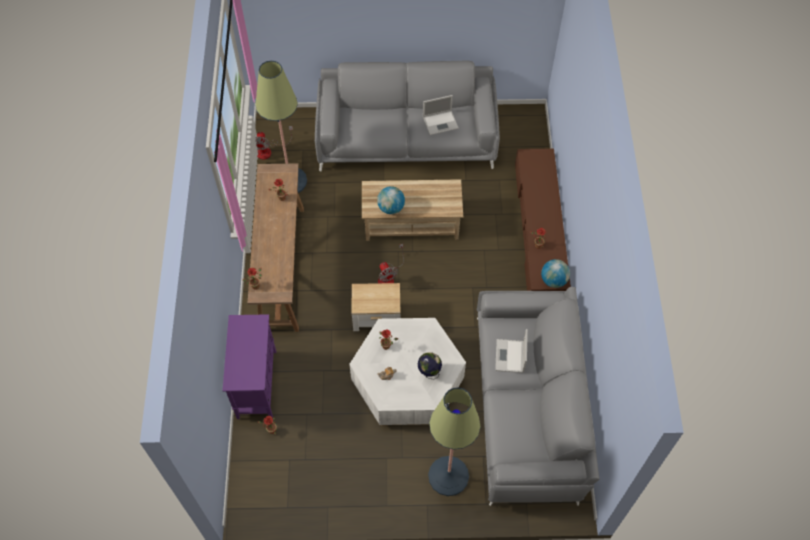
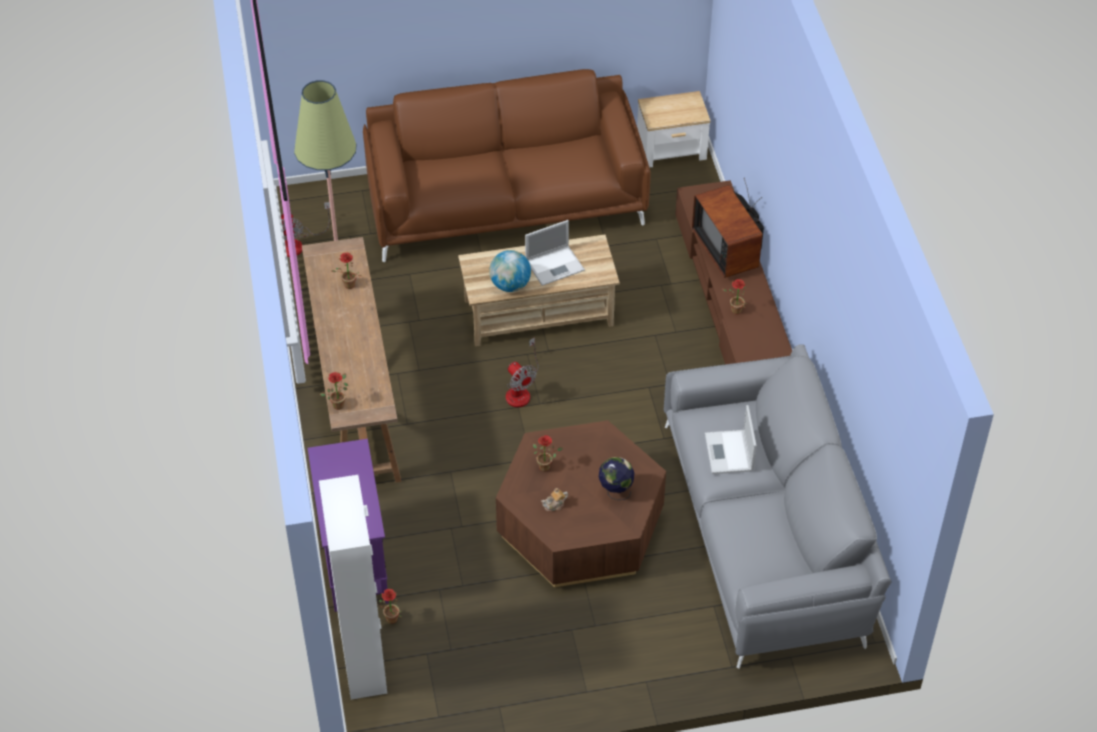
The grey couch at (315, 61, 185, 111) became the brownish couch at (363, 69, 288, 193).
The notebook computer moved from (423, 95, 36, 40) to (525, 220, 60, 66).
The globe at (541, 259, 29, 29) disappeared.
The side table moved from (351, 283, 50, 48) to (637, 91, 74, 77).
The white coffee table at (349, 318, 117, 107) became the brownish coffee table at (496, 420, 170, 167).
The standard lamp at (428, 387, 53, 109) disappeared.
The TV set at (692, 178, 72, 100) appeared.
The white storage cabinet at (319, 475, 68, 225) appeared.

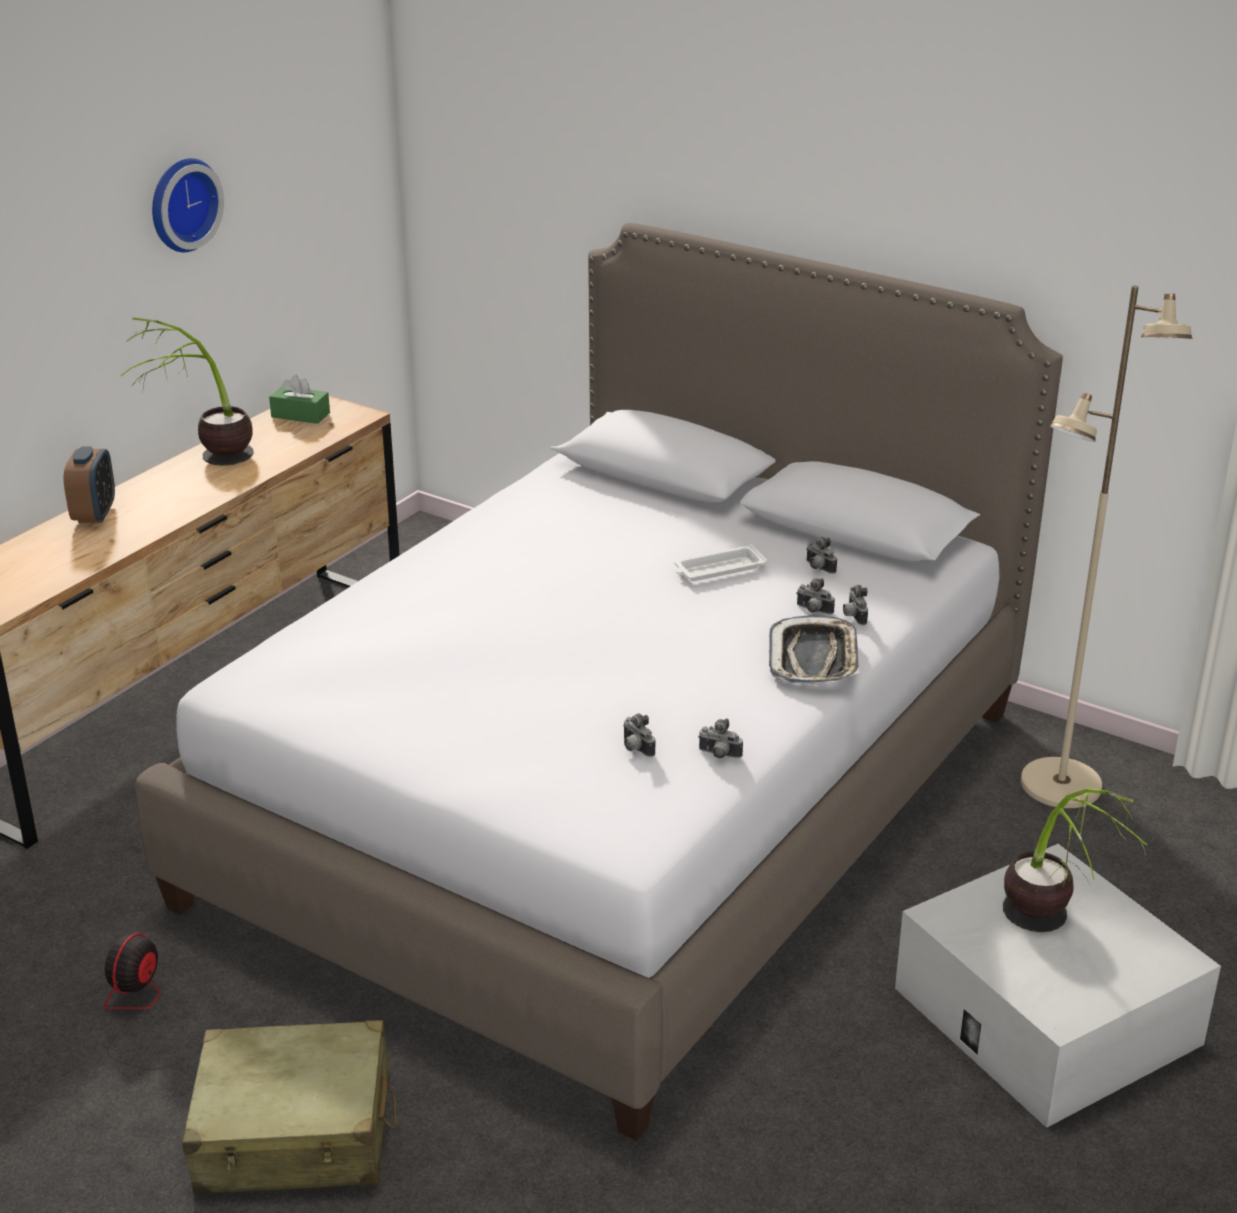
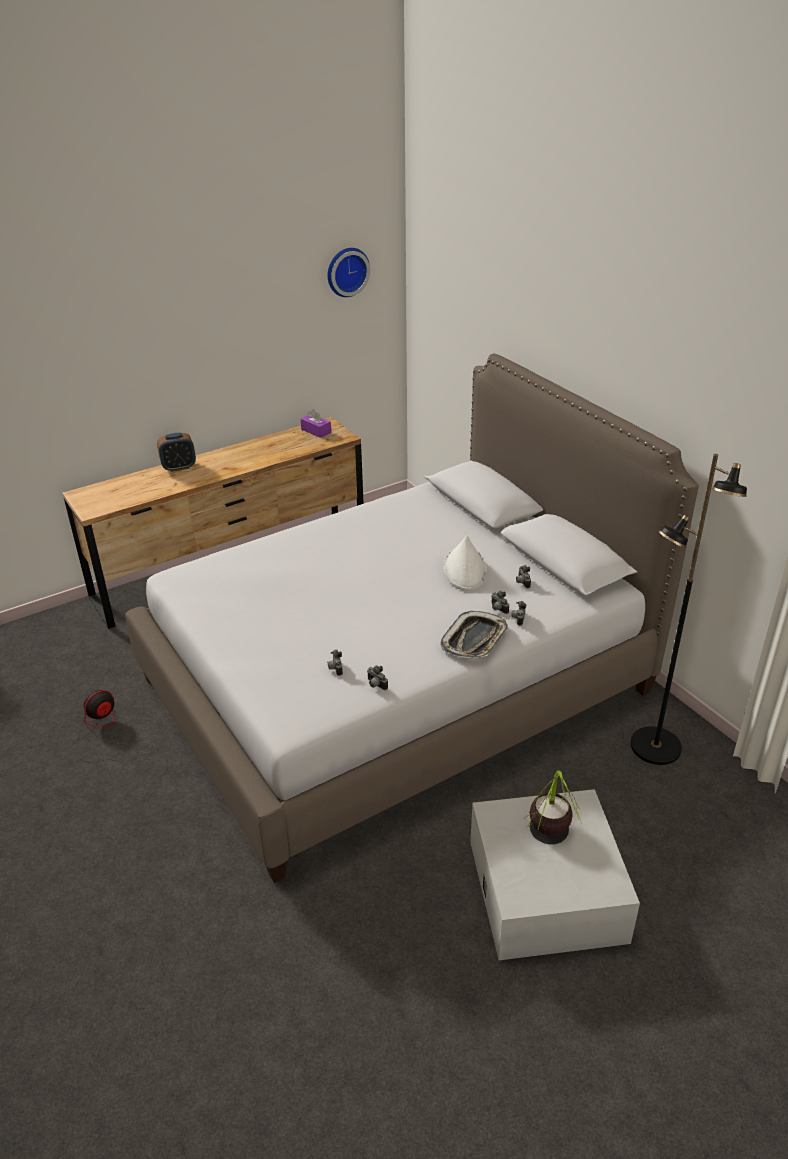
The clock on the wall moved from (152, 158, 72, 94) to (327, 248, 43, 49).
The sand-coloured standard lamp at (1021, 286, 172, 522) became the black standard lamp at (630, 454, 117, 311).
The potted plant at (120, 317, 134, 149) disappeared.
The green-coloured tissue box at (269, 375, 61, 49) became the purple-coloured tissue box at (301, 409, 30, 29).
The bedside clock at (63, 446, 52, 77) turned 45 degrees clockwise.
The white tray at (674, 544, 93, 37) was replaced by the white hat at (443, 536, 44, 55).
The sand-coloured suitcase at (182, 1020, 215, 174) disappeared.

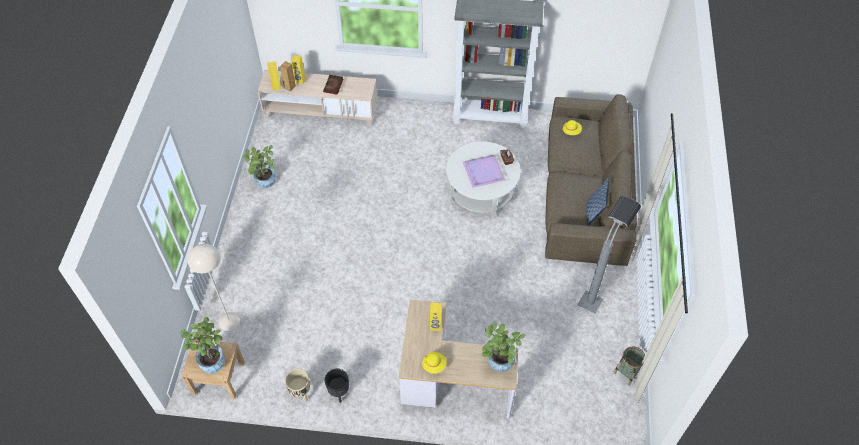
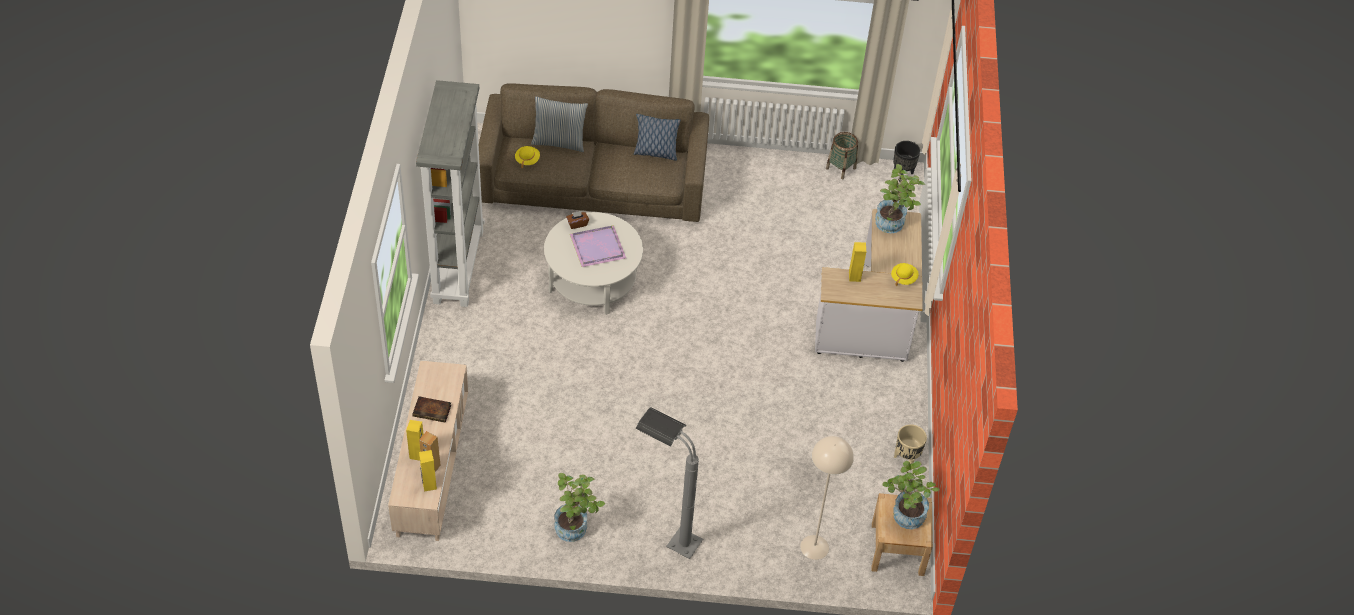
The grey standard lamp moved from (577, 196, 64, 118) to (636, 407, 67, 152).
The black flower pot moved from (325, 369, 24, 34) to (893, 141, 27, 41).
The cushion at (531, 96, 57, 56) appeared.

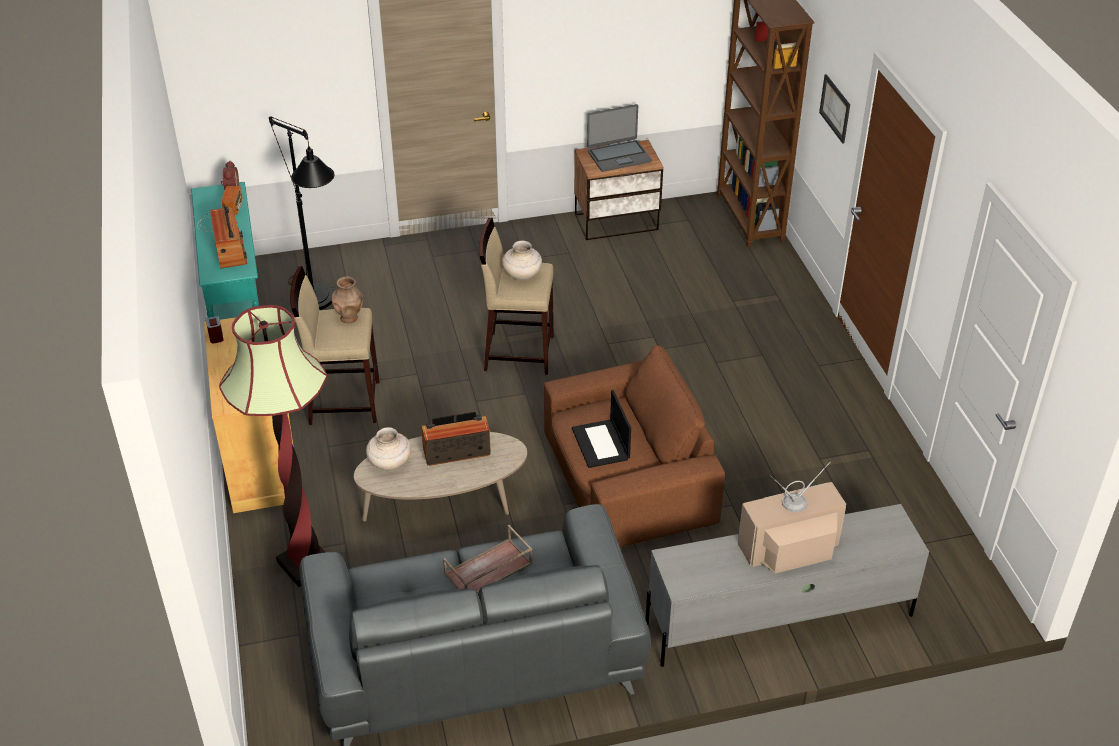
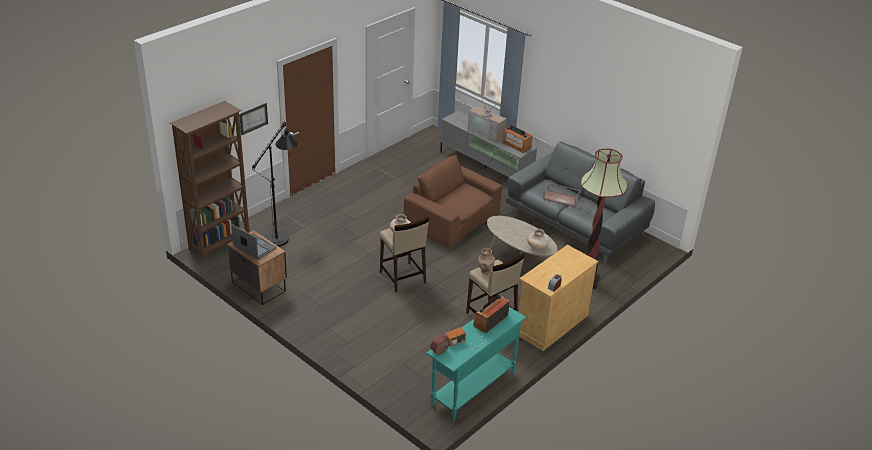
The black standard lamp moved from (269, 116, 65, 194) to (252, 122, 46, 125).
The notebook computer at (572, 390, 59, 78) disappeared.
The radio receiver moved from (421, 412, 70, 54) to (502, 125, 31, 28).

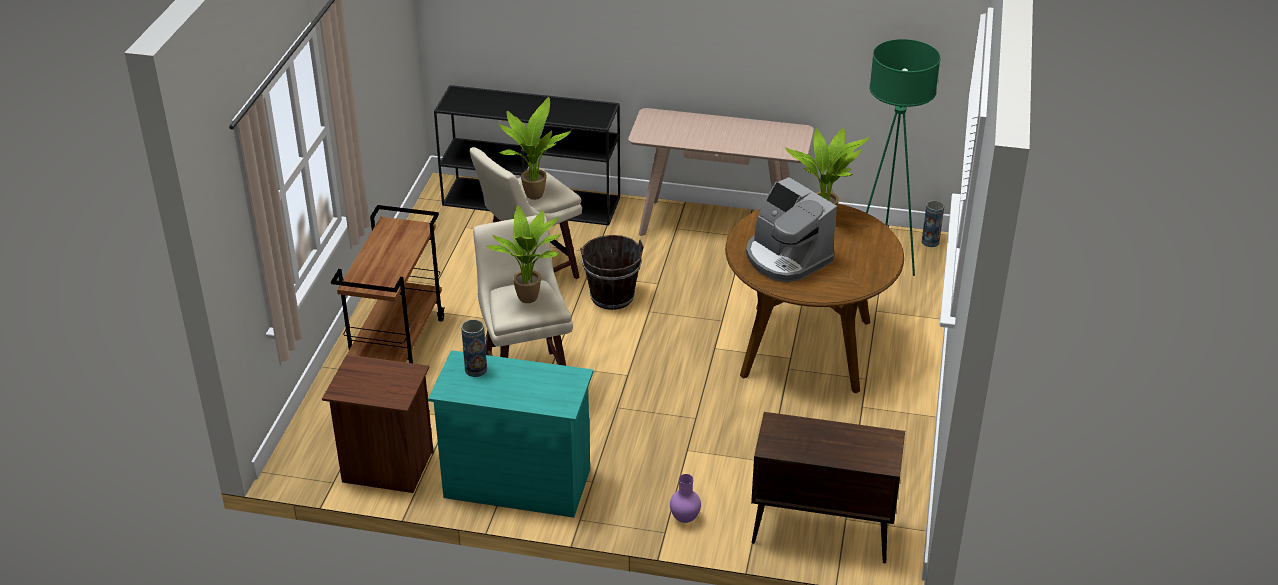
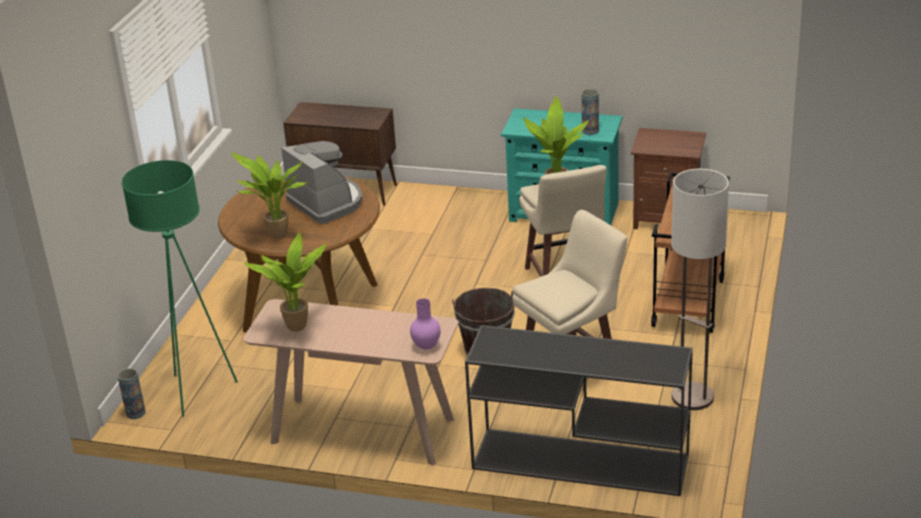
The potted plant moved from (498, 97, 74, 103) to (244, 232, 82, 100).
The purple-coloured vase moved from (670, 474, 31, 49) to (410, 298, 31, 52).
The standard lamp at (671, 169, 58, 241) appeared.

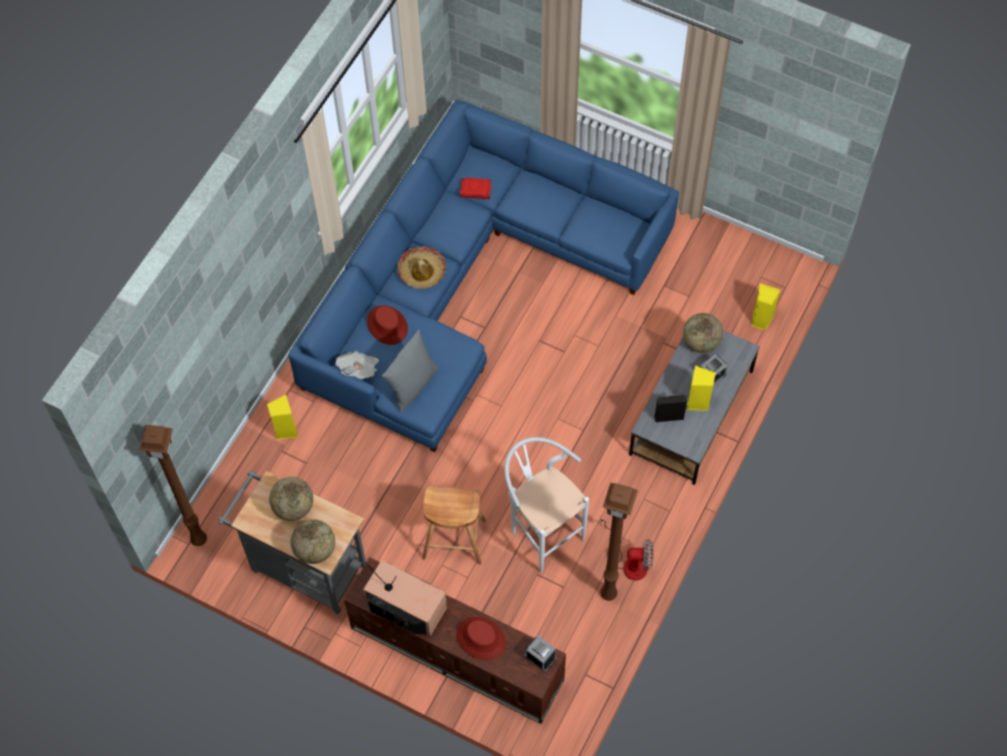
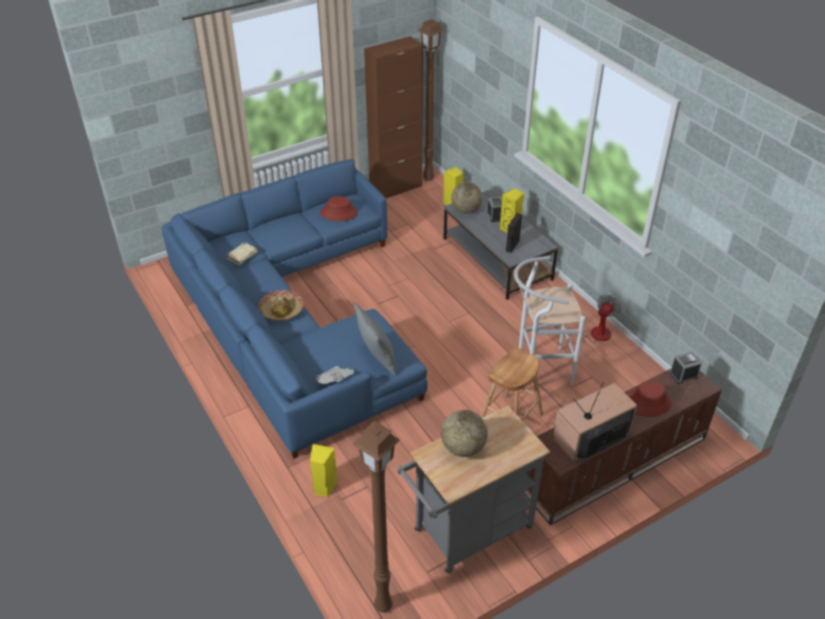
The red-coloured volume at (460, 177, 31, 22) became the sand-coloured volume at (226, 242, 32, 23).
The red-coloured hat moved from (367, 305, 41, 40) to (320, 196, 38, 25).
The brownish standard lamp moved from (600, 482, 38, 119) to (418, 19, 25, 162).
The globe at (291, 519, 44, 45) disappeared.
The brownish storage cabinet at (364, 36, 59, 162) appeared.

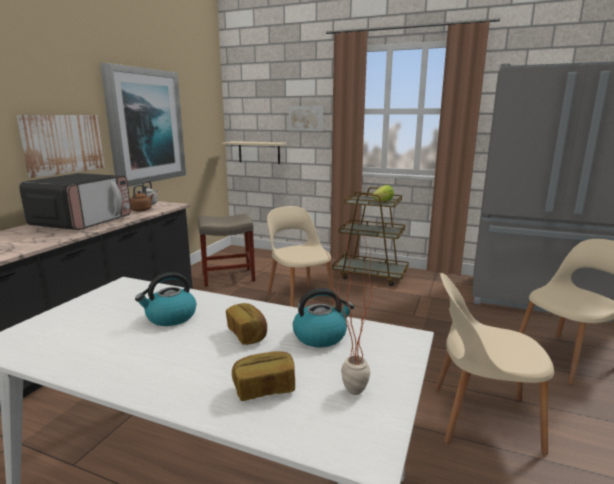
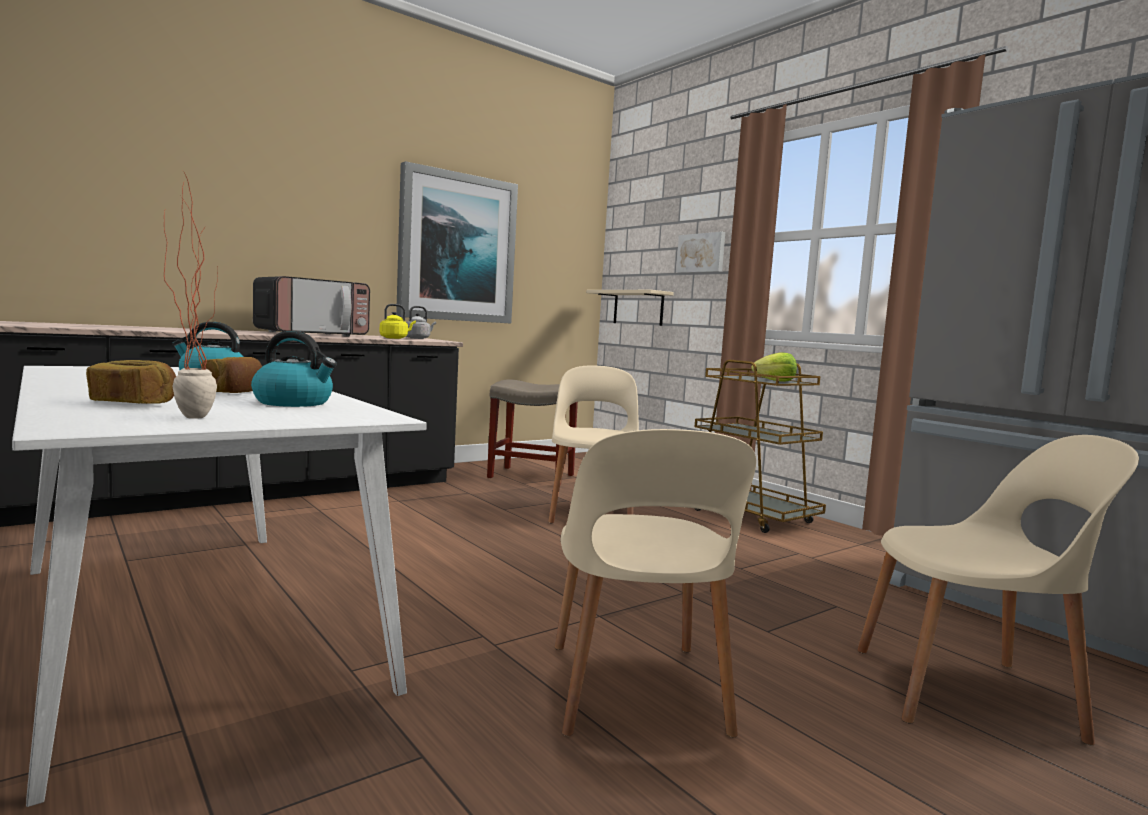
The picture at (17, 115, 88, 63) disappeared.
The brownish tea kettle at (130, 185, 24, 27) became the yellowish tea kettle at (379, 304, 37, 35).
The sand-coloured upright chair at (435, 273, 119, 182) turned 135 degrees counterclockwise.

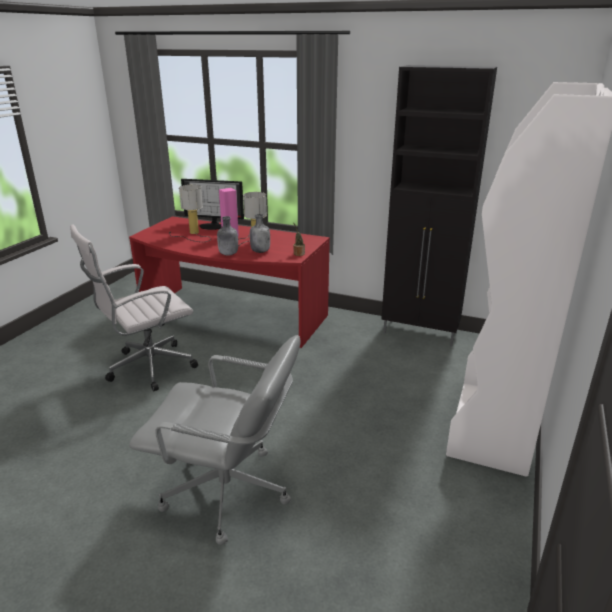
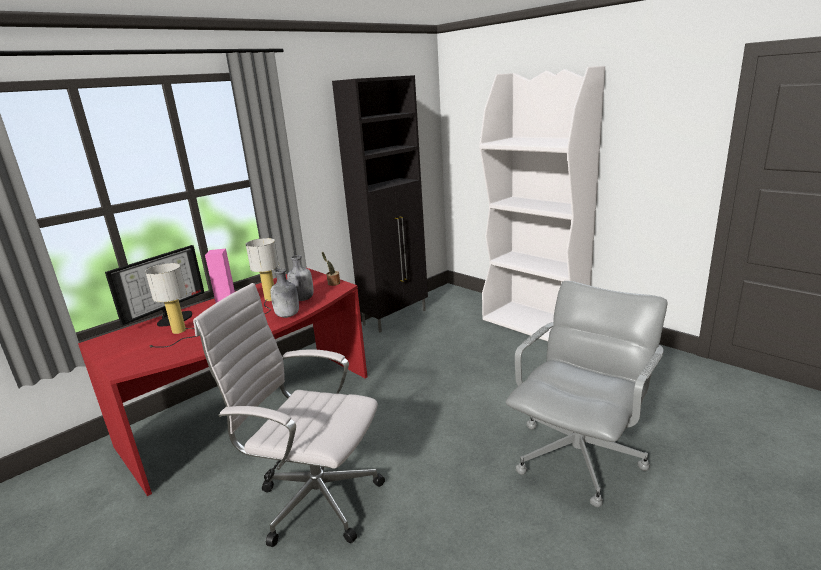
The white desk chair at (70, 224, 128, 167) turned 120 degrees clockwise.

